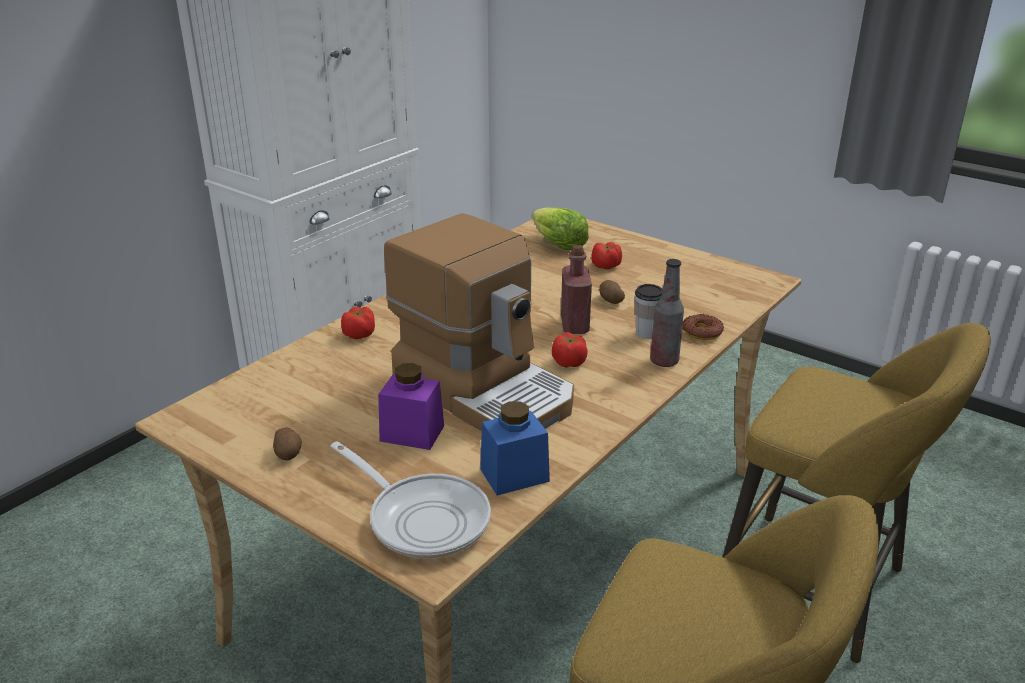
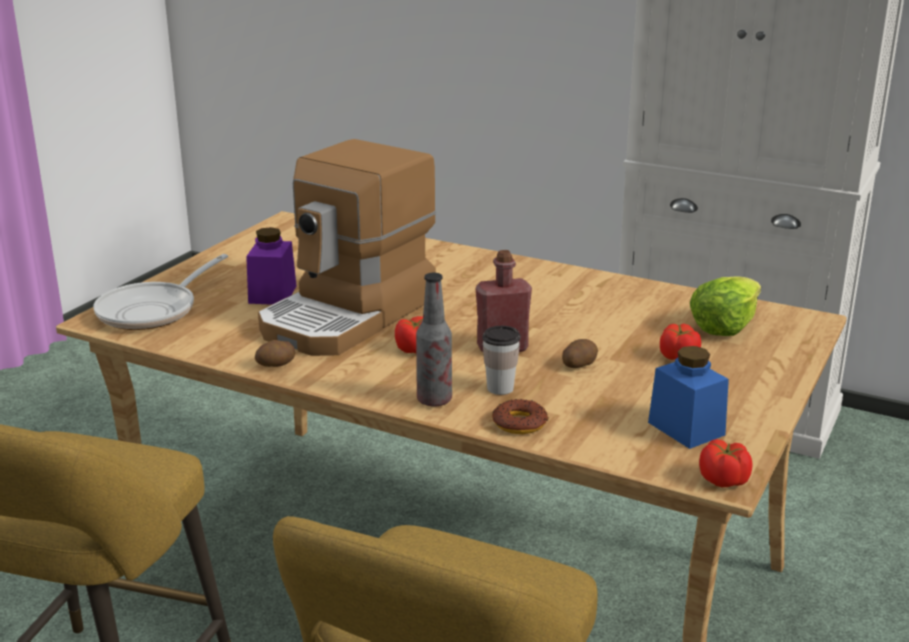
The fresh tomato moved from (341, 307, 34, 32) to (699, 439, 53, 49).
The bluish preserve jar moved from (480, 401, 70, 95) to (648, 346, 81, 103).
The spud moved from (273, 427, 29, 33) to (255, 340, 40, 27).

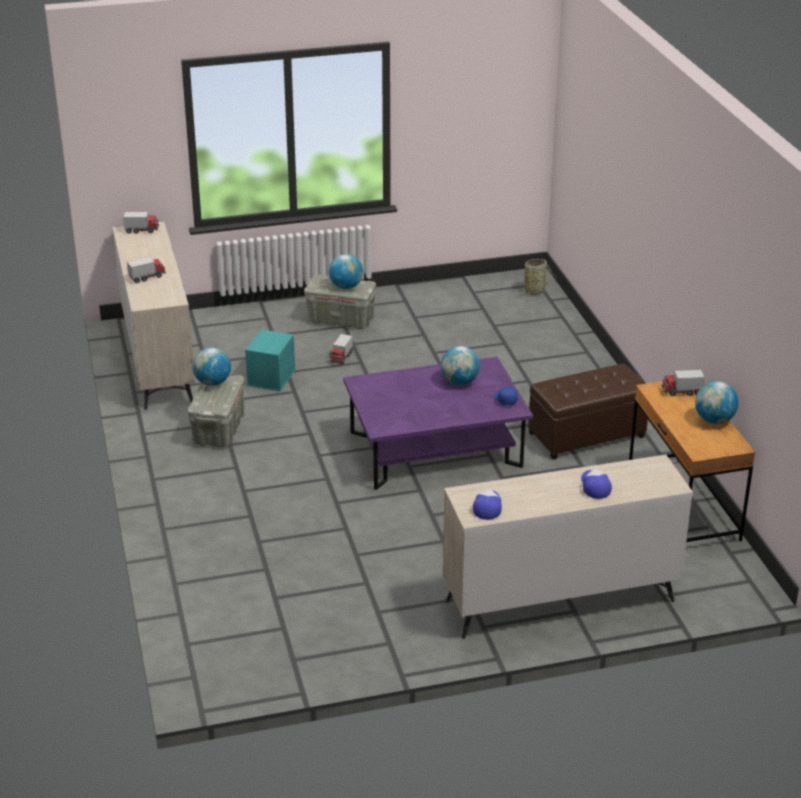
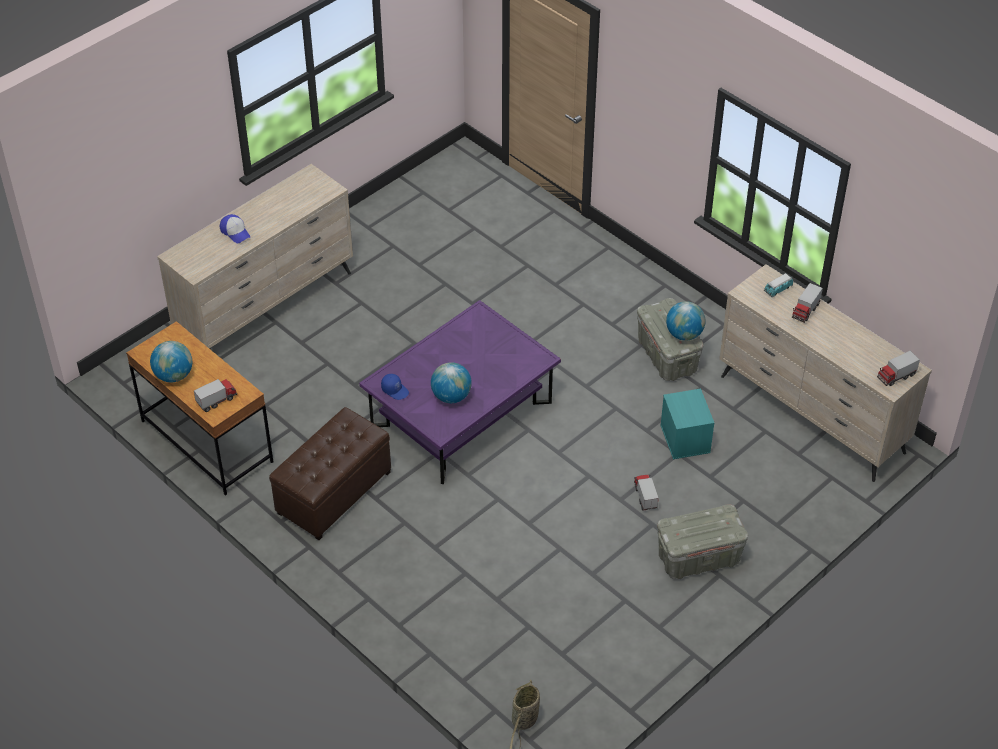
The globe at (329, 254, 34, 35) disappeared.
The baseball cap at (473, 489, 29, 31) disappeared.
The model car at (764, 273, 29, 24) appeared.

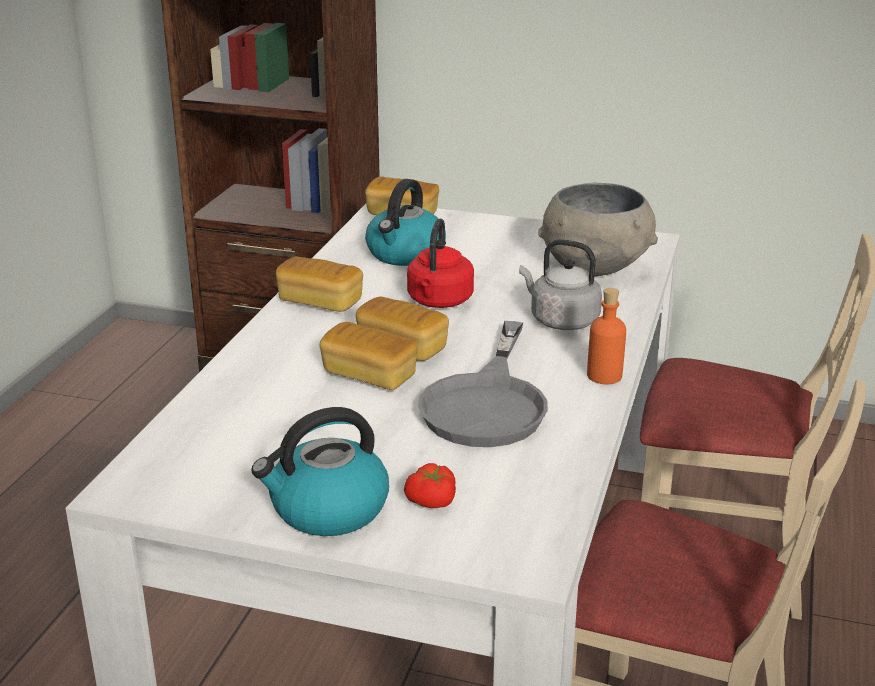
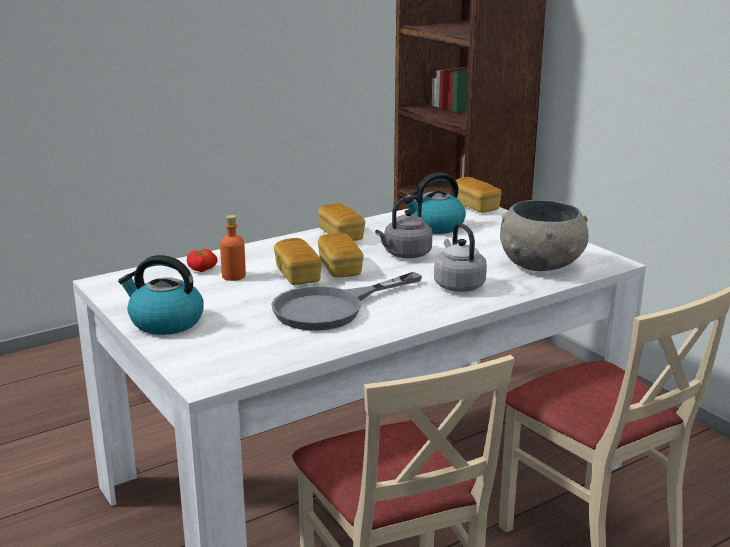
The red-coloured tea kettle at (407, 218, 67, 90) became the grey tea kettle at (375, 195, 57, 63).
The orangey drink bottle moved from (587, 288, 39, 96) to (220, 215, 26, 66).
The fresh tomato moved from (404, 463, 52, 45) to (187, 249, 31, 23).

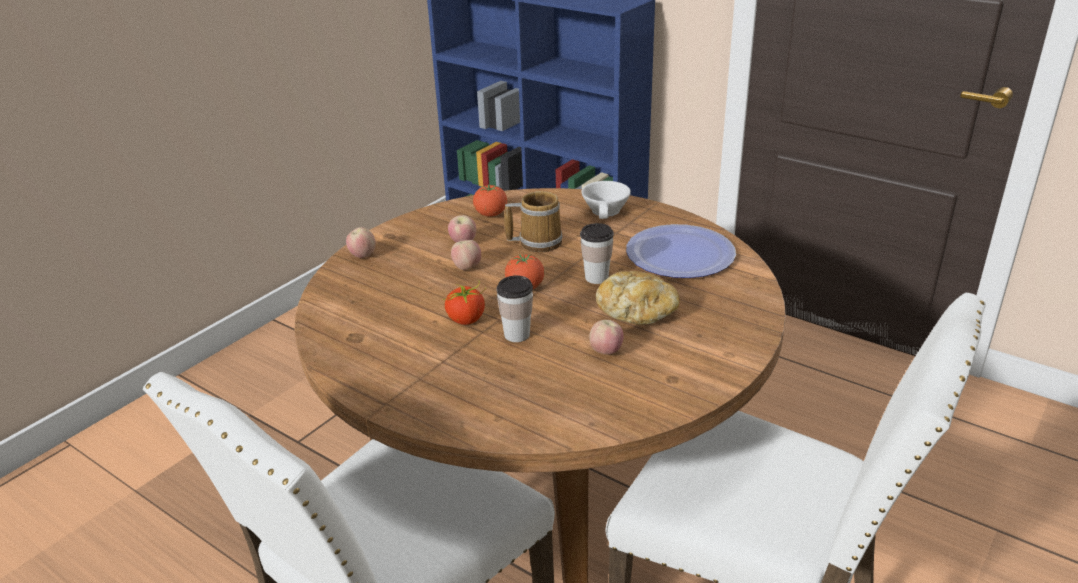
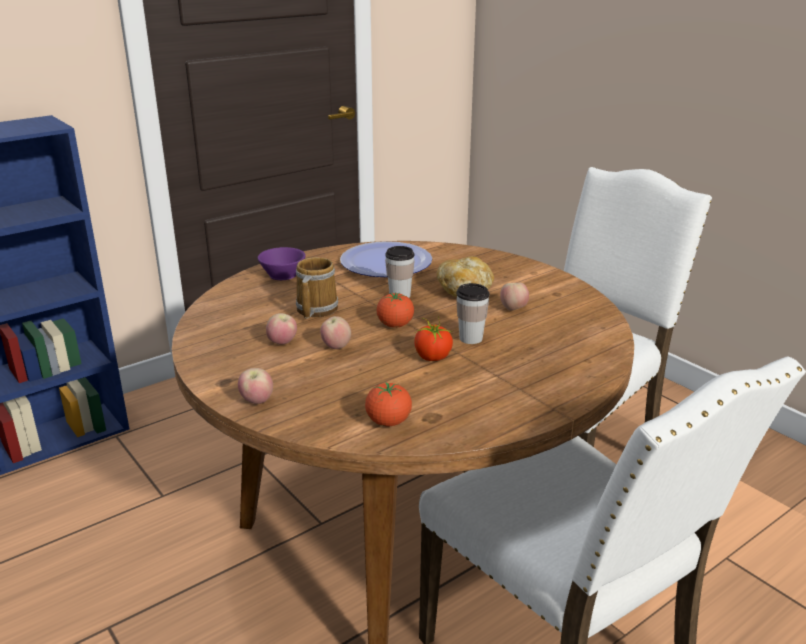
The white small cup at (581, 181, 50, 38) became the purple-coloured small cup at (258, 247, 48, 33).
The fresh tomato moved from (473, 184, 34, 33) to (365, 382, 47, 44).

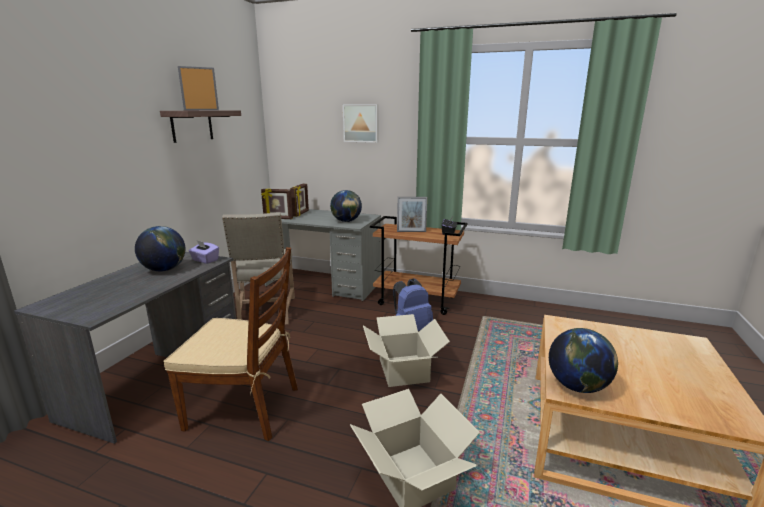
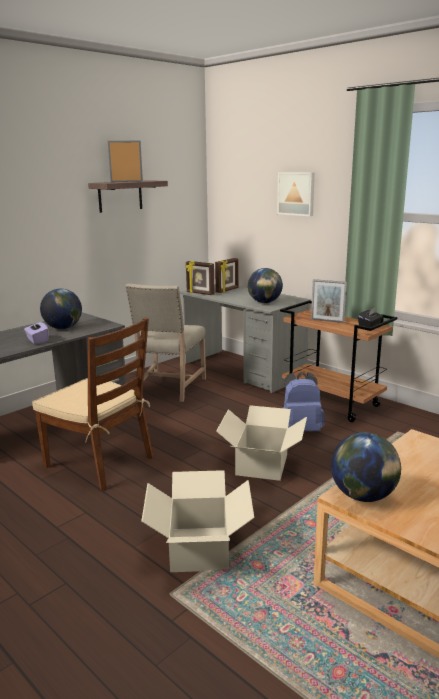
The purple-coloured tissue box moved from (188, 241, 31, 23) to (24, 321, 25, 23).

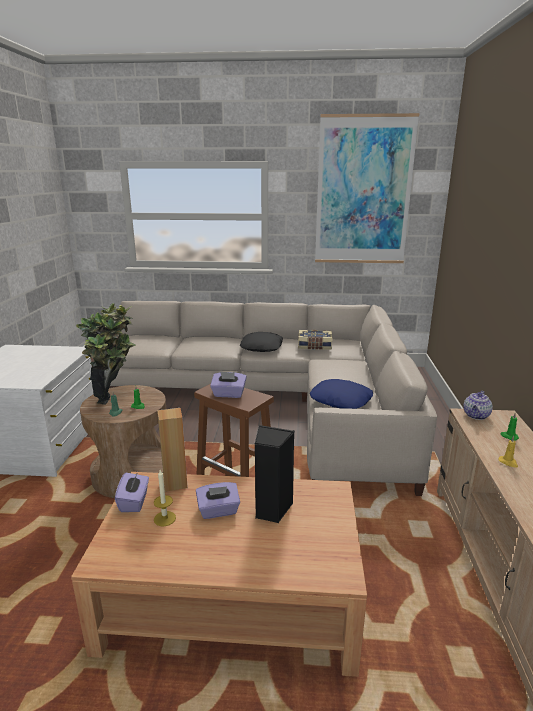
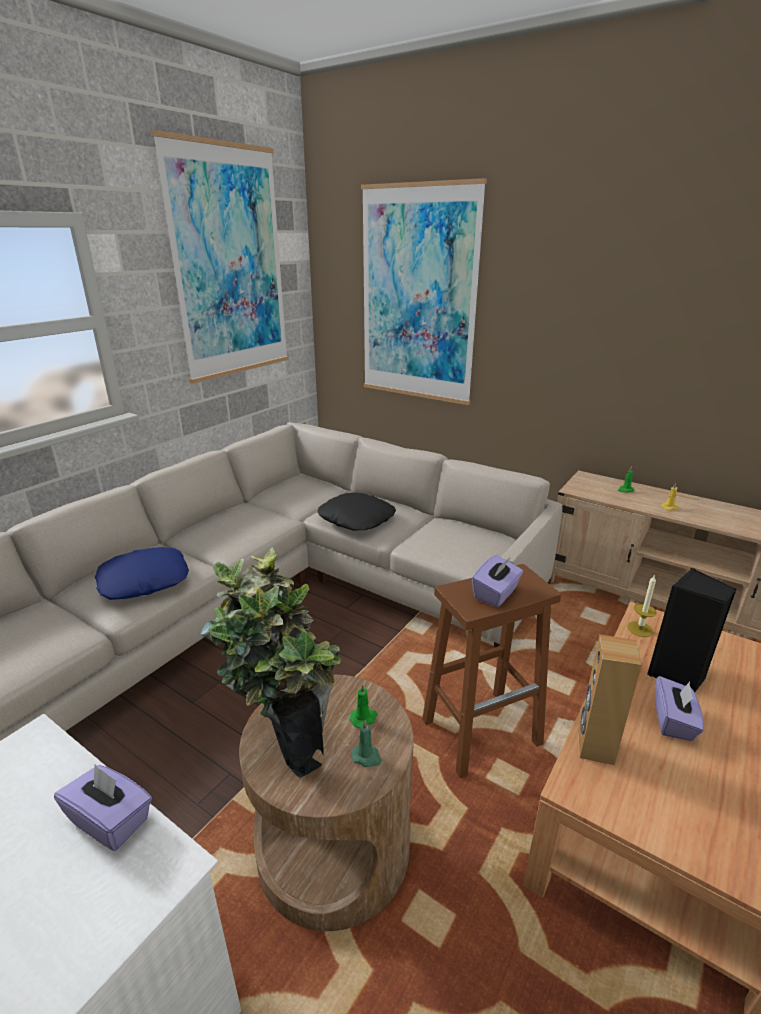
The volume at (298, 330, 34, 20) disappeared.
The black cushion moved from (239, 332, 44, 20) to (317, 493, 79, 38).
The bluish cushion moved from (310, 379, 63, 30) to (94, 547, 95, 53).
The tea pot at (464, 391, 29, 29) disappeared.
The candle moved from (154, 470, 22, 56) to (627, 574, 30, 63).
The purple-coloured tissue box moved from (115, 472, 34, 40) to (54, 764, 98, 87).
The picture at (361, 178, 126, 227) appeared.

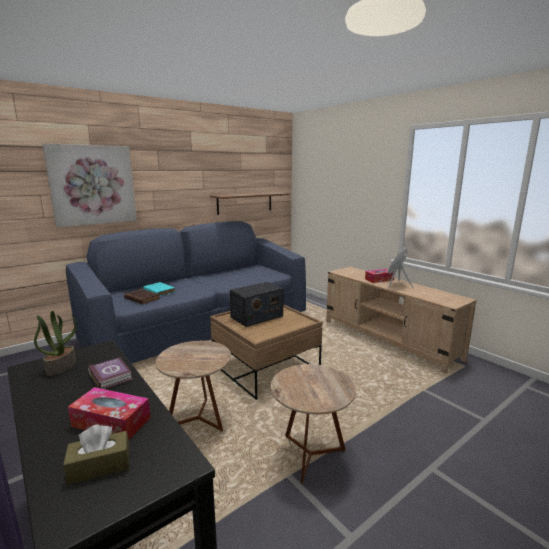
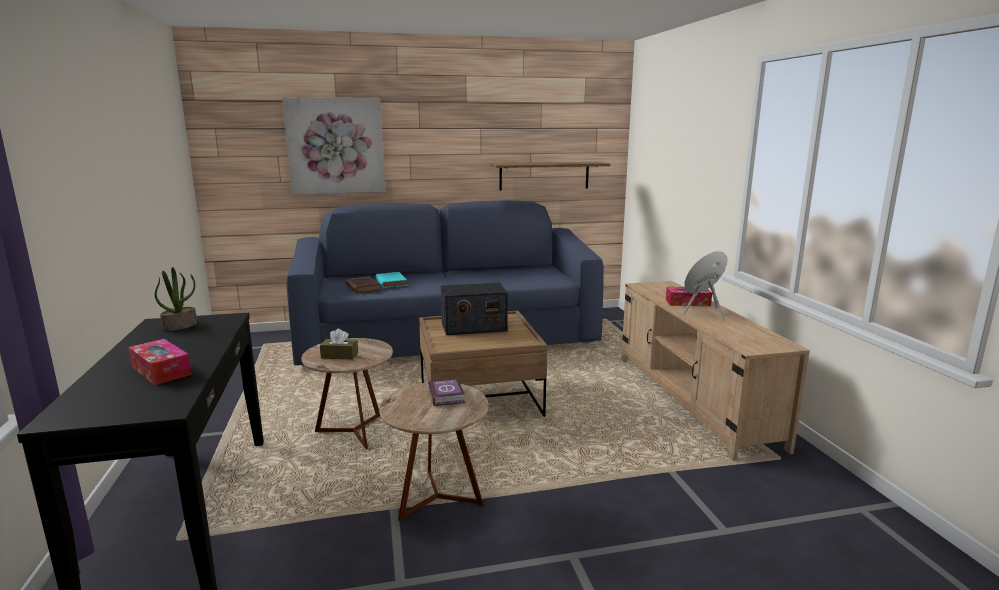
The volume moved from (88, 357, 45, 32) to (428, 379, 37, 27).
The brownish tissue box moved from (63, 424, 66, 61) to (320, 329, 38, 31).

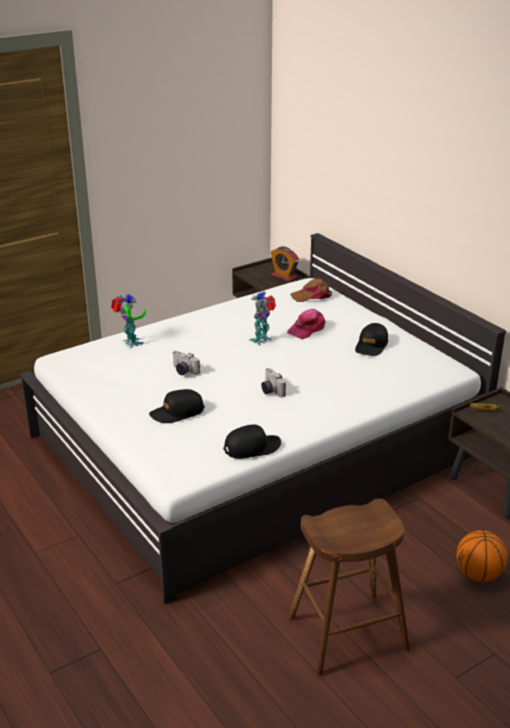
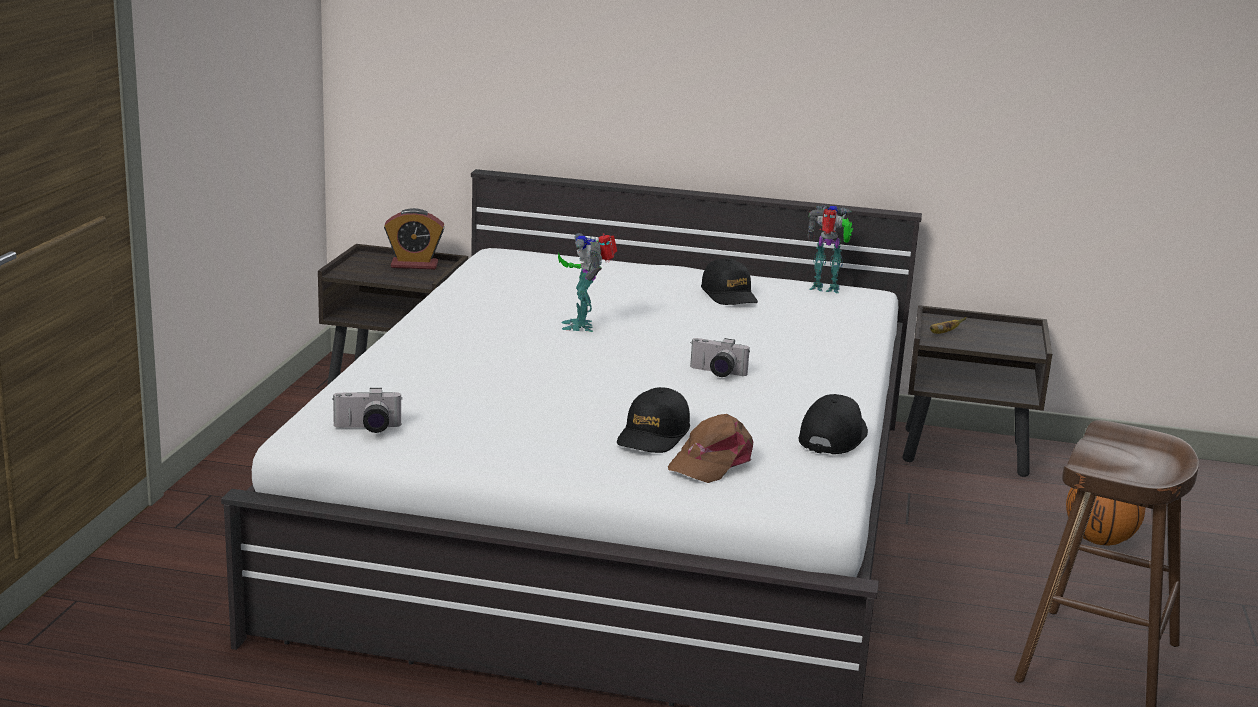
The brownish baseball cap moved from (290, 279, 42, 23) to (668, 414, 85, 69).
The toy robot moved from (111, 293, 35, 55) to (808, 205, 45, 88).
The pink baseball cap at (287, 309, 38, 30) disappeared.
The still camera moved from (173, 351, 27, 24) to (332, 388, 71, 45).

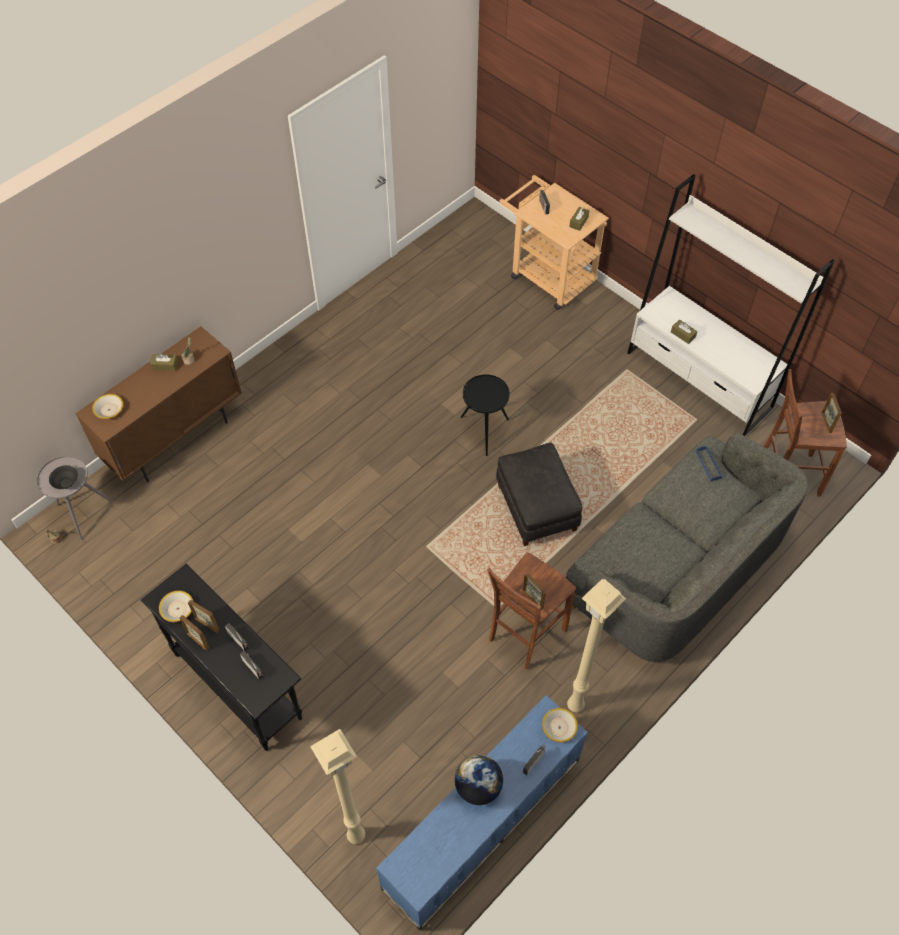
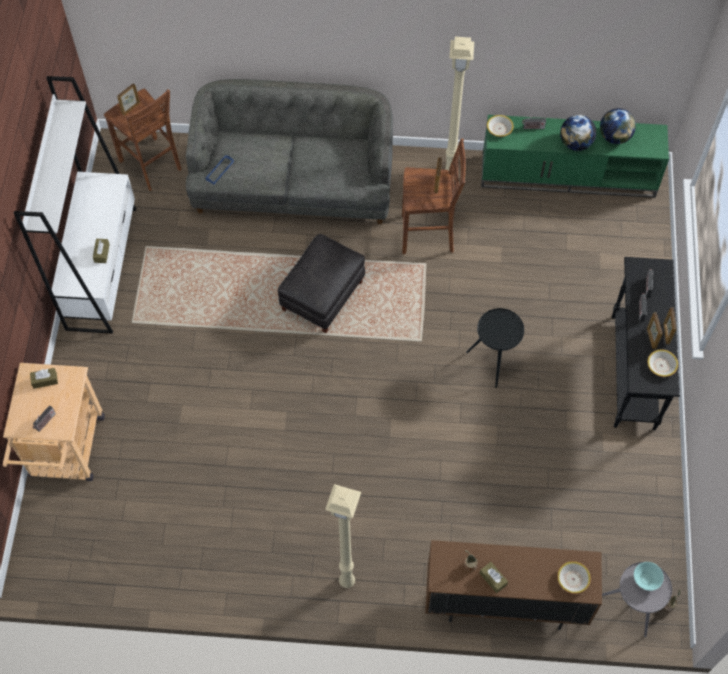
The black side table moved from (461, 374, 49, 82) to (466, 308, 58, 80).
The black serving bowl at (49, 465, 29, 24) became the blue-green serving bowl at (634, 562, 30, 29).
The bluish tv unit at (376, 695, 211, 235) became the green-coloured tv unit at (481, 115, 188, 83).
The sand-coloured standard lamp moved from (310, 729, 55, 115) to (325, 484, 36, 104).
The globe at (600, 108, 36, 36) appeared.

